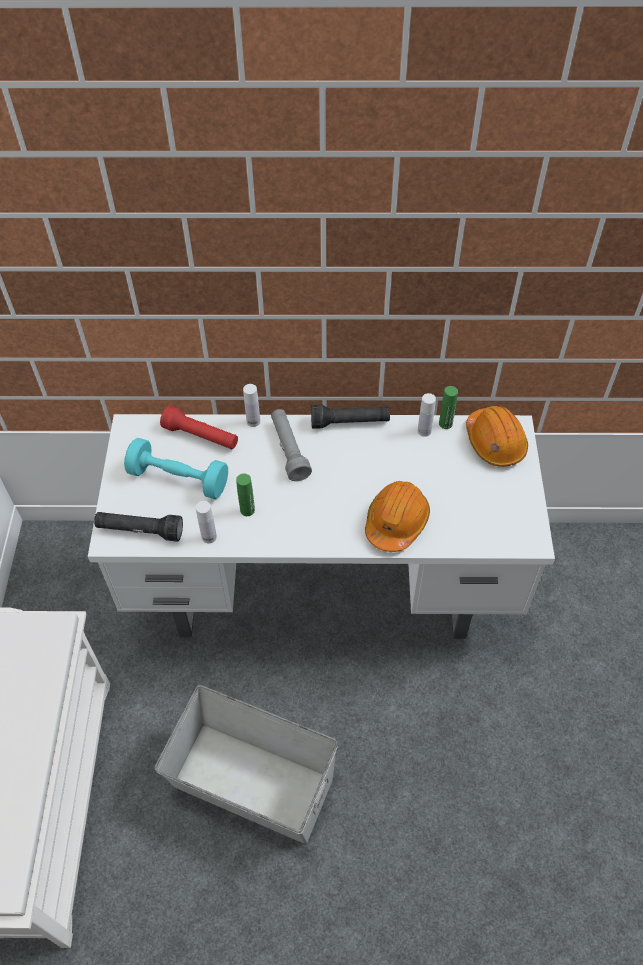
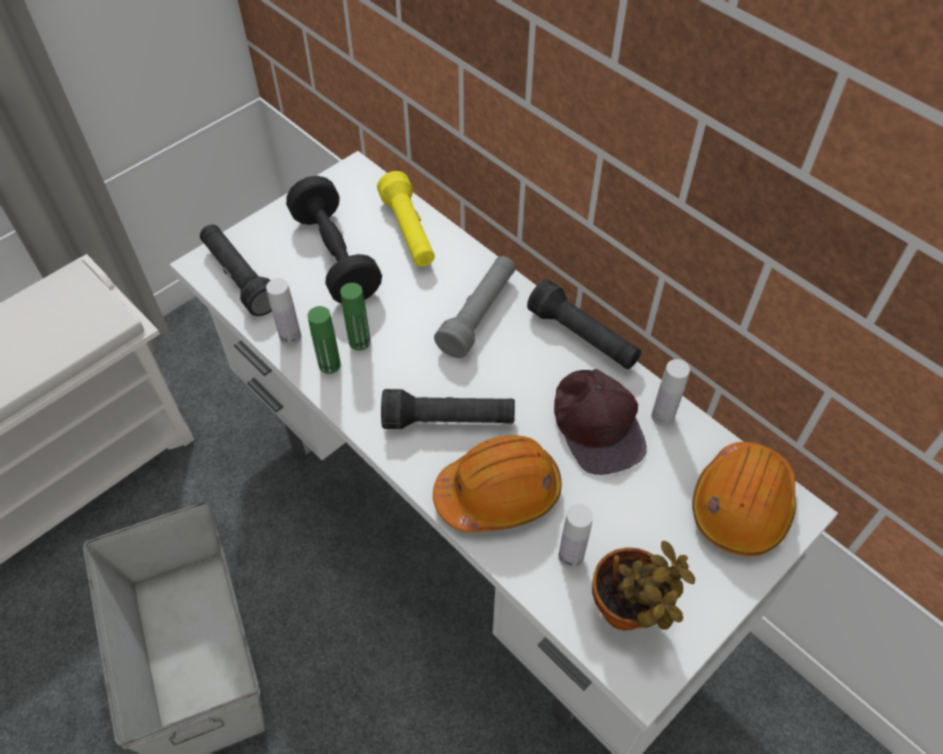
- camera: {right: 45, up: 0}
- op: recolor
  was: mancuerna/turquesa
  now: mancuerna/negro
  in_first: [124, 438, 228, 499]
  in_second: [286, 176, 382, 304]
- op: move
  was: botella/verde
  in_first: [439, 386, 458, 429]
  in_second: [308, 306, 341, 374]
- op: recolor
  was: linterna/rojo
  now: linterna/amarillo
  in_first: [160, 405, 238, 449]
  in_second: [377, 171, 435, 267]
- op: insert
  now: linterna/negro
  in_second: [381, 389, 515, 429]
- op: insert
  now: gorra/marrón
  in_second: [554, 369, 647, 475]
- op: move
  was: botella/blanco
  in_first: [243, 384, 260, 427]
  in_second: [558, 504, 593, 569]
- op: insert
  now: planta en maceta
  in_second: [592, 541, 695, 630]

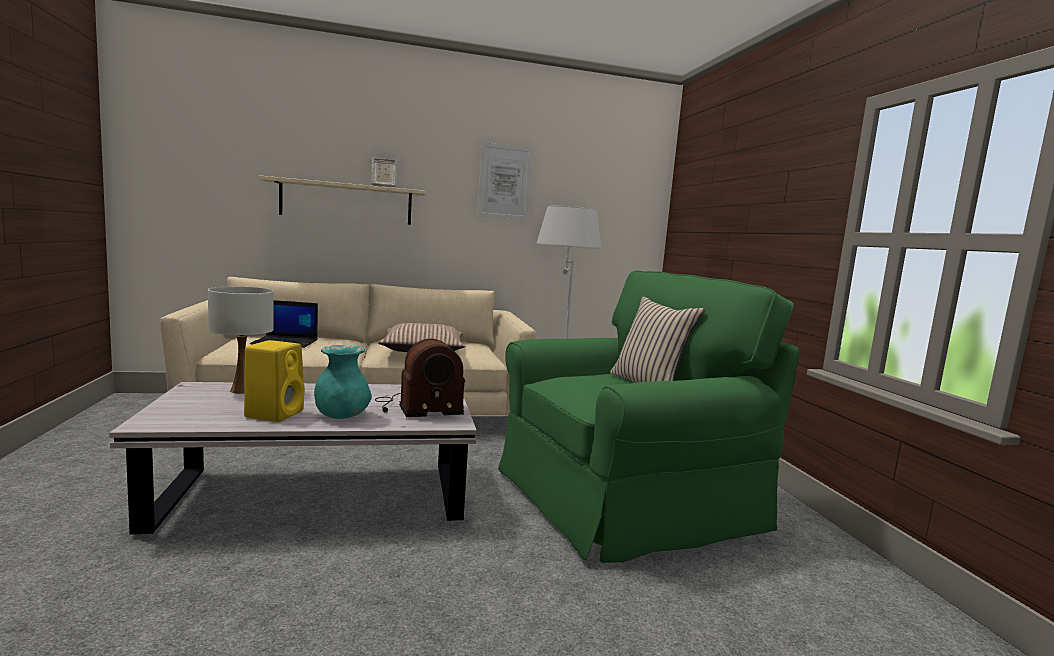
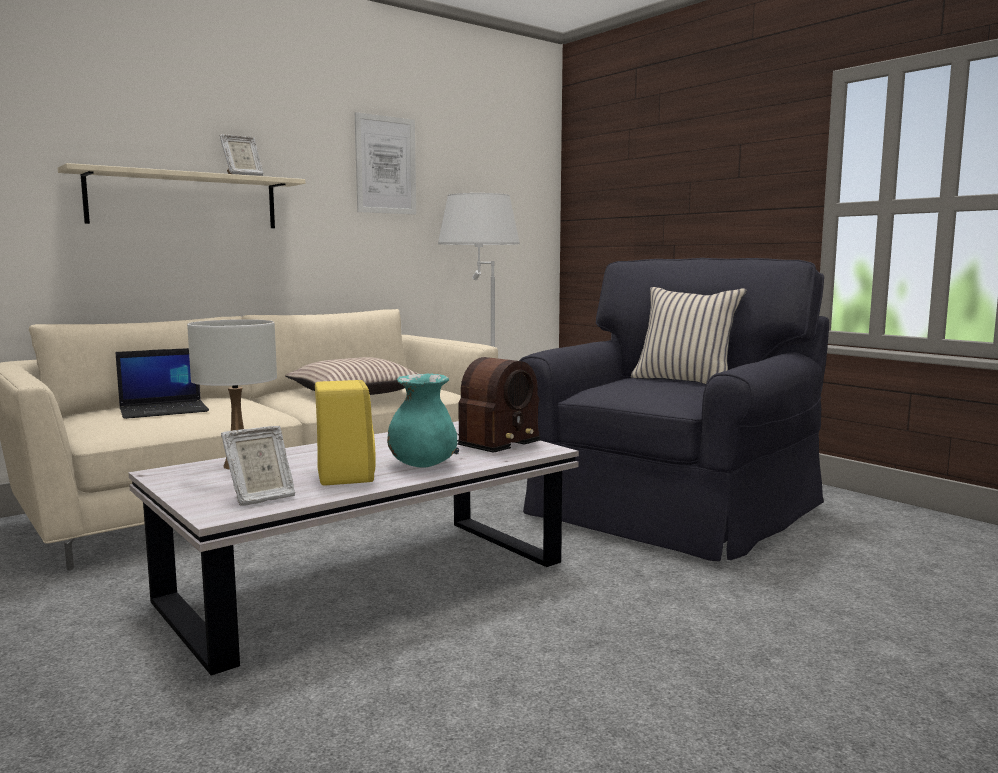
- camera: {right: -25, up: 0}
- op: insert
  now: portarretratos
  in_second: [221, 426, 295, 506]
- op: recolor
  was: sillón/verde
  now: sillón/negro
  in_first: [498, 270, 799, 563]
  in_second: [519, 258, 829, 561]

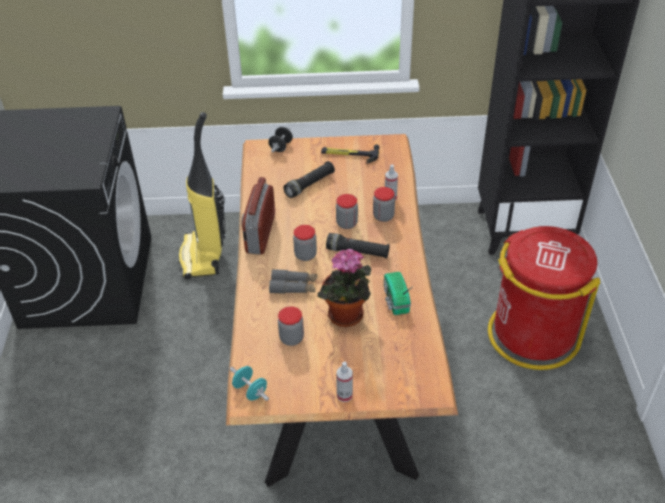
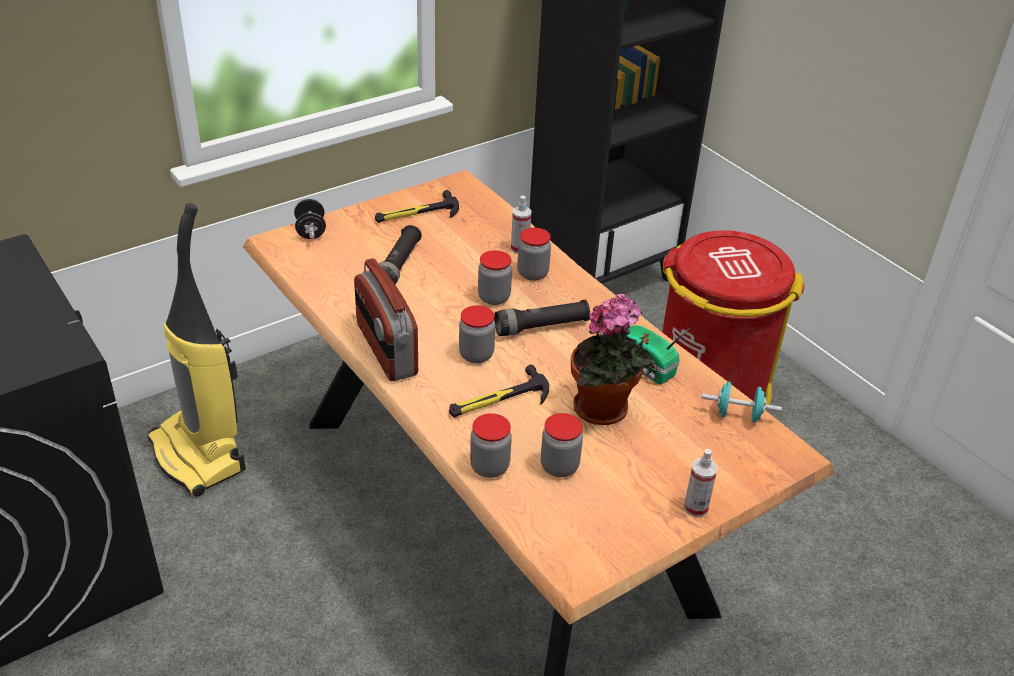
- camera: {right: -35, up: -5}
- op: replace
  was: prismáticos/gris
  now: martillo
  in_first: [269, 269, 317, 294]
  in_second: [449, 365, 549, 418]
- op: insert
  now: tarro
  in_second: [470, 413, 512, 478]
- op: move
  was: mancuerna/turquesa
  in_first: [230, 366, 269, 401]
  in_second: [701, 382, 782, 423]

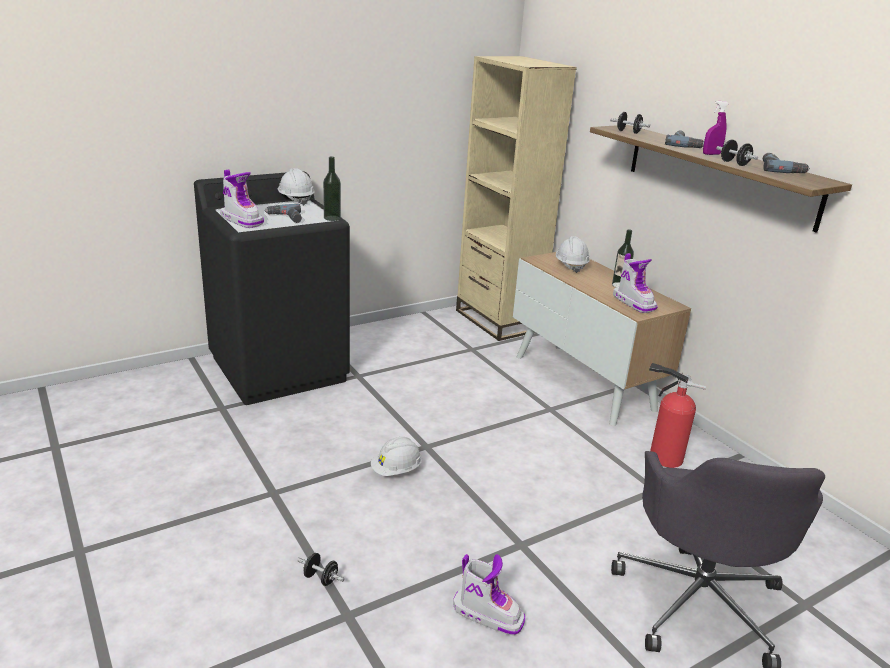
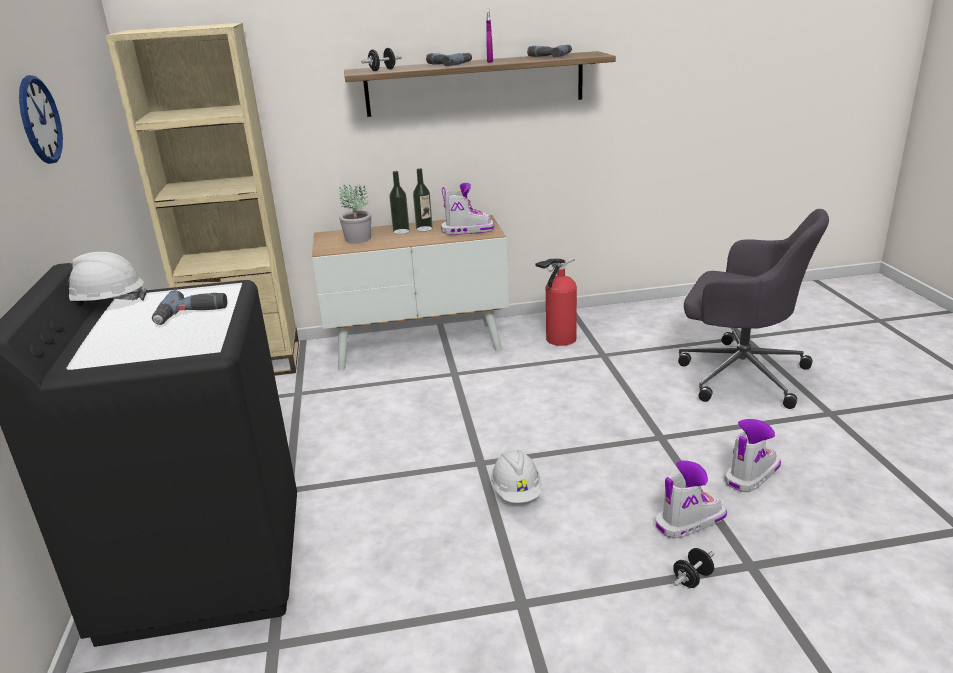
- camera: {right: -65, up: 0}
- op: insert
  now: reloj de pared
  in_second: [19, 75, 63, 164]
- op: replace
  was: casco/blanco
  now: planta en maceta
  in_first: [556, 236, 590, 273]
  in_second: [339, 185, 371, 243]
- op: move
  was: botella
  in_first: [323, 156, 341, 221]
  in_second: [389, 171, 410, 234]
- op: move
  was: bota
  in_first: [220, 169, 264, 228]
  in_second: [655, 461, 727, 539]
- op: delete
  was: mancuerna/negro
  in_first: [716, 140, 758, 166]

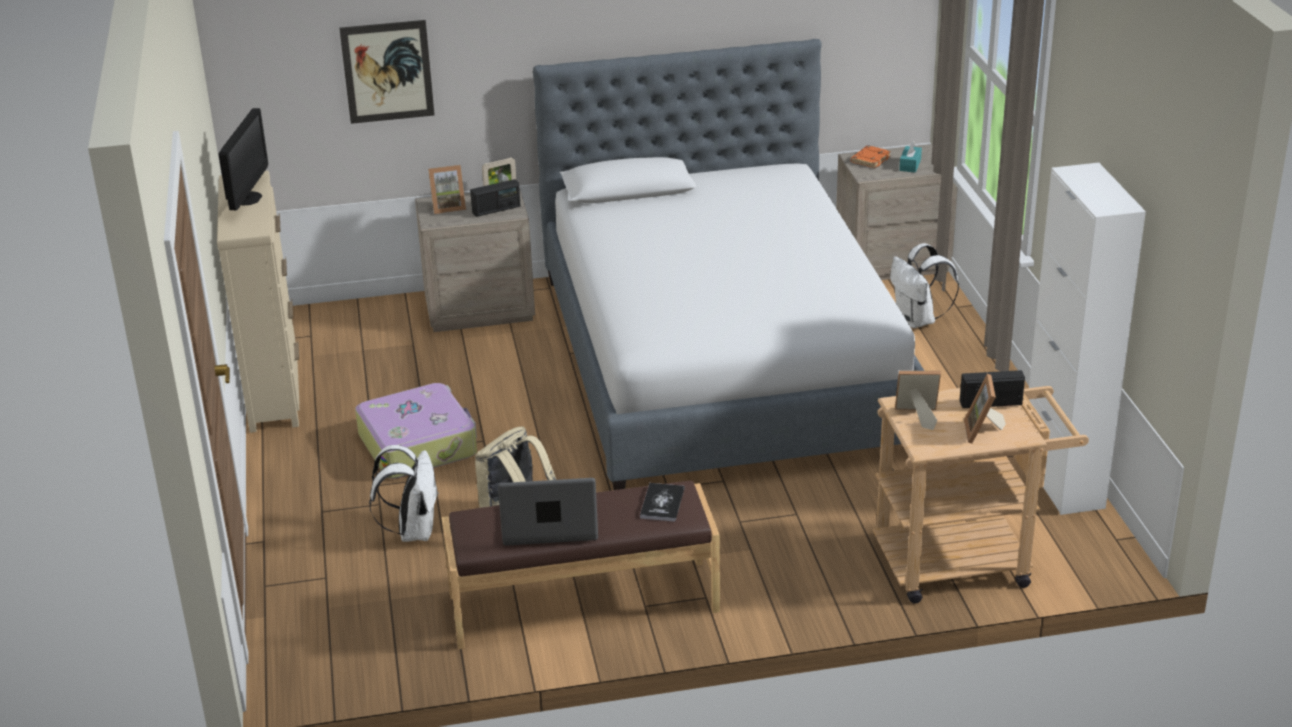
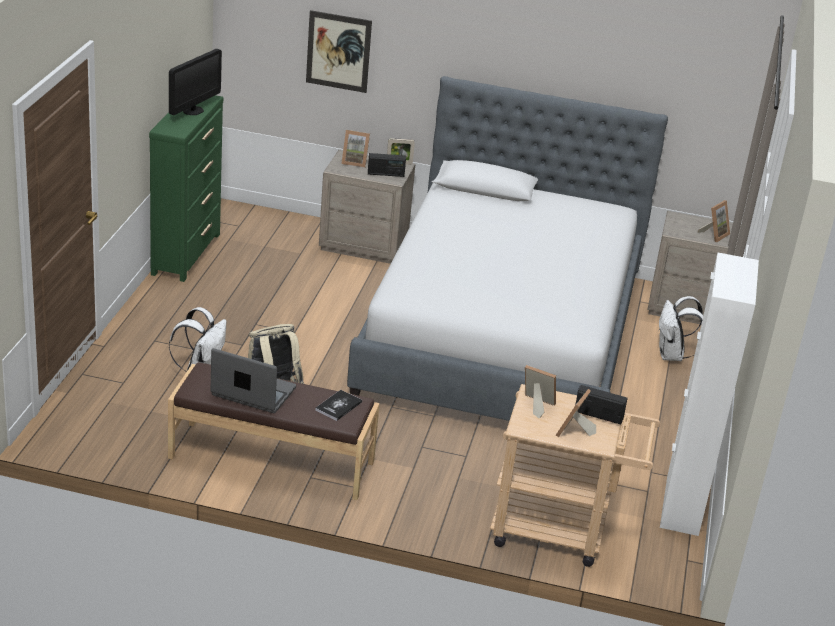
- camera: {right: 20, up: 0}
- op: recolor
  was: cómoda/beis
  now: cómoda/verde
  in_first: [217, 171, 300, 433]
  in_second: [149, 95, 223, 282]
- op: replace
  was: caja de pañuelos/turquesa
  now: portarretratos
  in_first: [899, 141, 922, 173]
  in_second: [697, 200, 730, 242]
- op: delete
  was: maleta
  in_first: [355, 383, 477, 479]
- op: delete
  was: libro/naranja
  in_first: [851, 146, 891, 168]

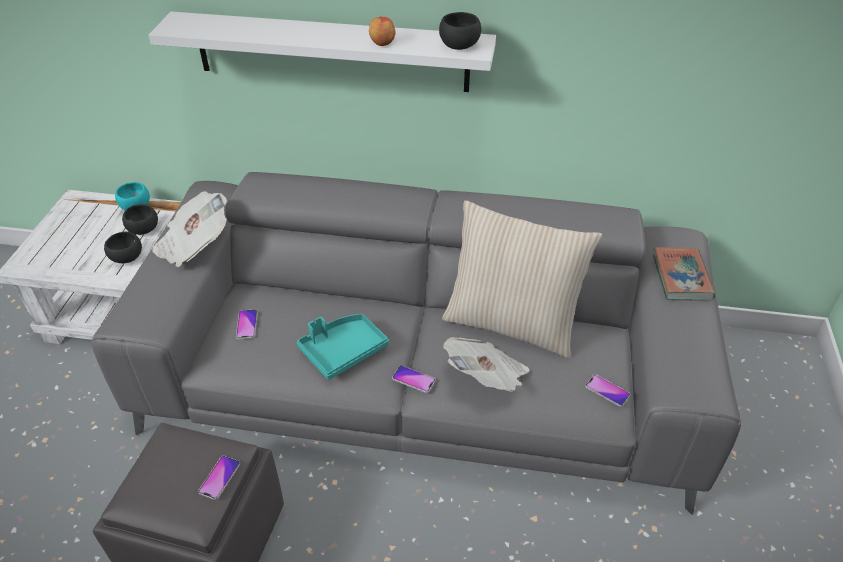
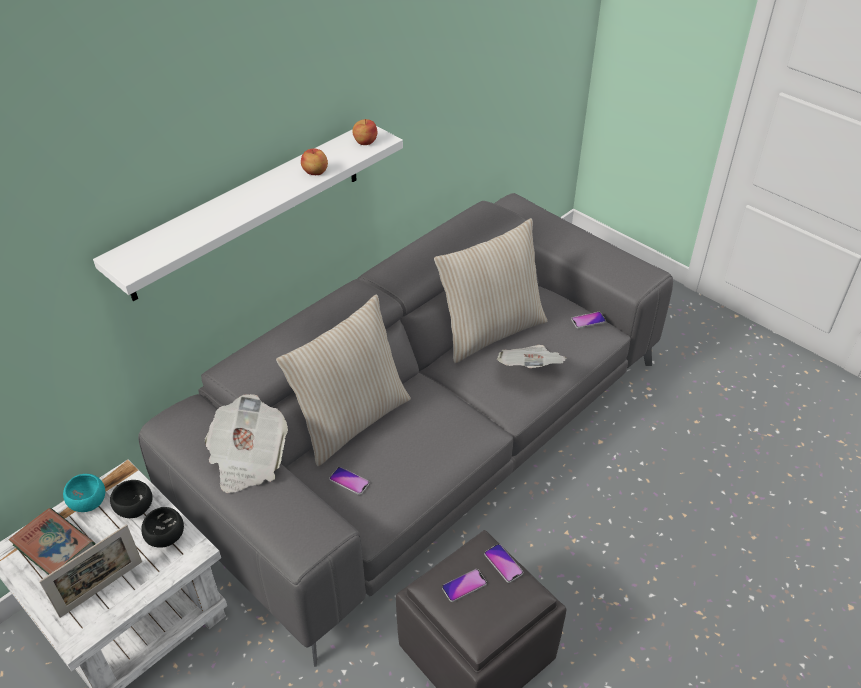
- camera: {right: -55, up: 0}
- op: move
  was: libro
  in_first: [653, 247, 716, 300]
  in_second: [9, 508, 96, 575]
- op: insert
  now: portarretratos
  in_second: [39, 524, 142, 618]
- op: insert
  now: cojín/beis
  in_second: [276, 294, 411, 466]
- op: replace
  was: cuenco/negro
  now: manzana
  in_first: [439, 12, 481, 50]
  in_second: [352, 119, 377, 145]
- op: move
  was: móvil
  in_first: [392, 365, 435, 393]
  in_second: [442, 569, 487, 602]
- op: delete
  was: bandeja/turquesa
  in_first: [297, 314, 389, 380]

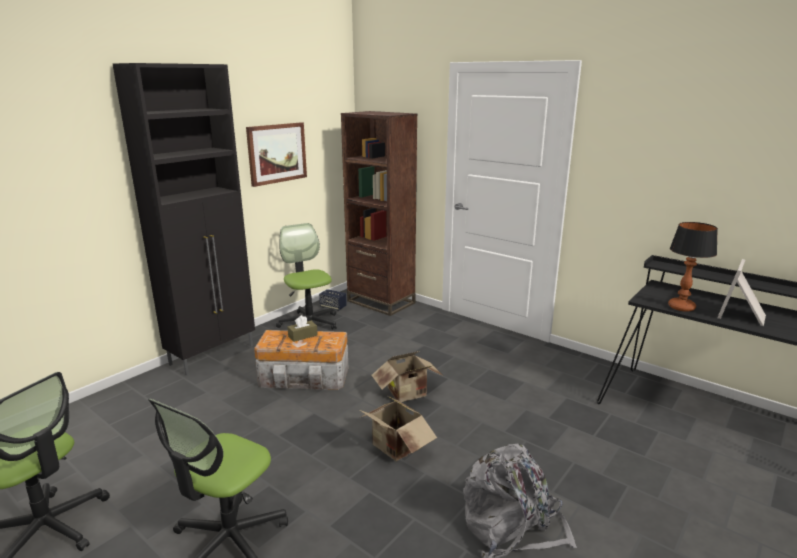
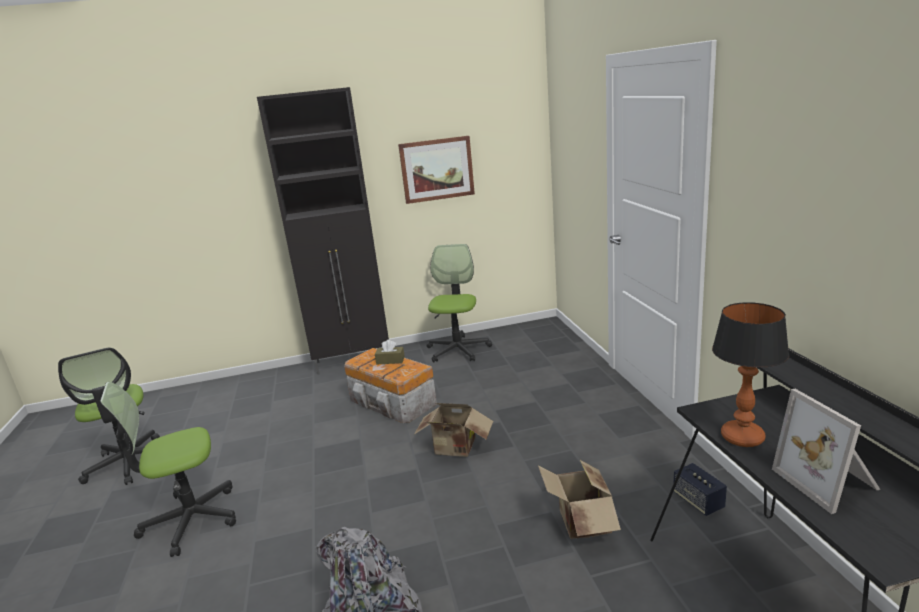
- camera: {right: 40, up: 0}
- op: move
  was: caja de cartón
  in_first: [360, 395, 437, 461]
  in_second: [538, 460, 621, 539]
- op: move
  was: altavoz
  in_first: [319, 289, 347, 311]
  in_second: [673, 463, 727, 516]
- op: rotate
  was: portarretratos
  in_first: [718, 259, 766, 326]
  in_second: [772, 389, 881, 514]
  clockwise: -90
- op: delete
  was: estantería/marrón
  in_first: [341, 111, 418, 316]

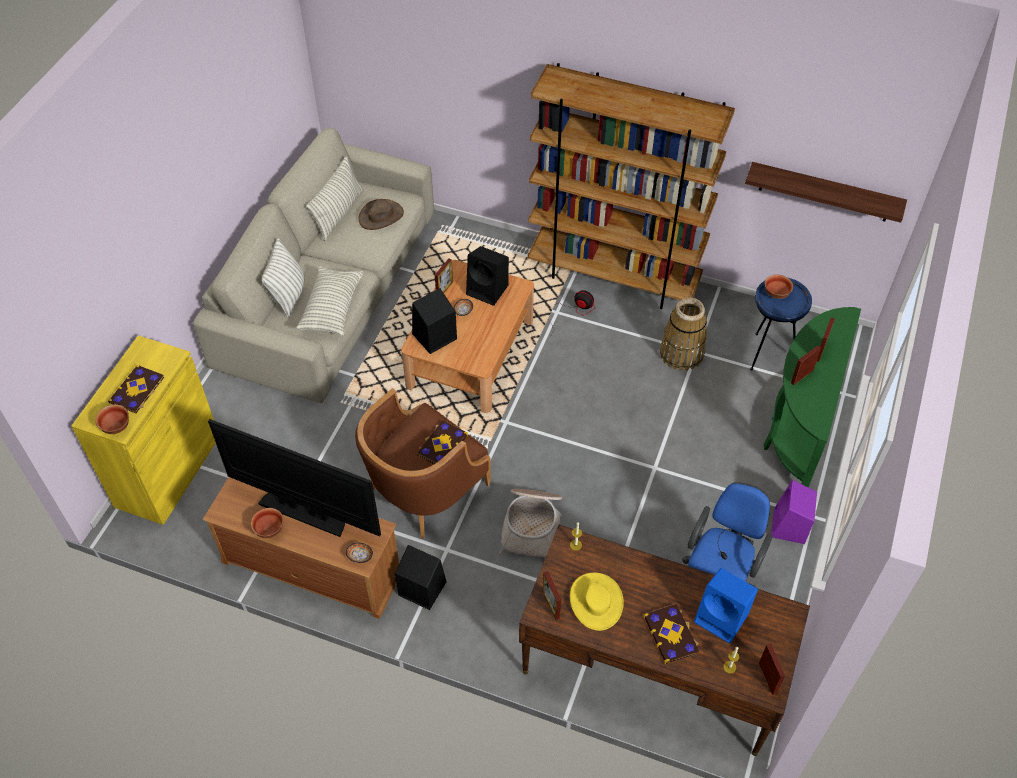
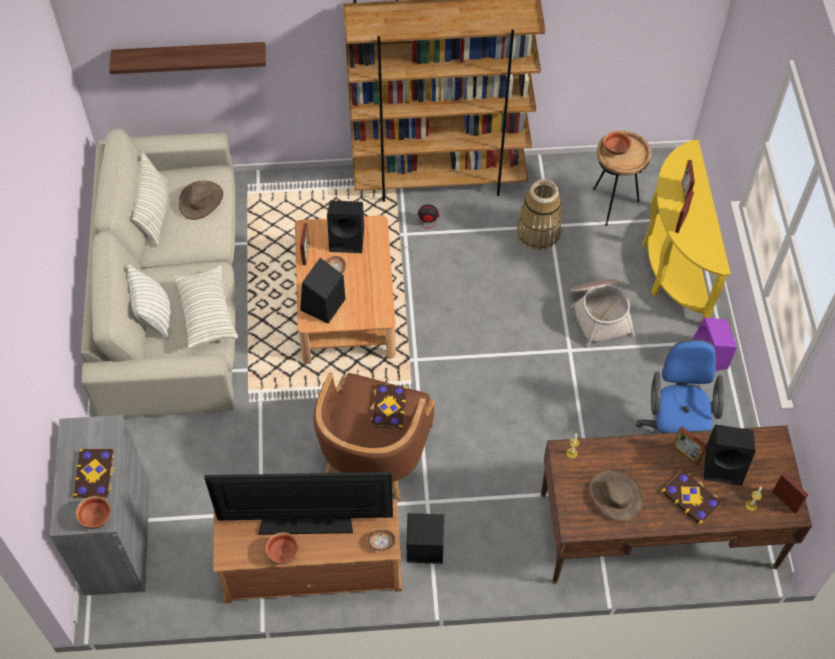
- camera: {right: -25, up: 5}
- op: recolor
  was: armario/amarillo
  now: armario/gris
  in_first: [71, 335, 216, 525]
  in_second: [50, 415, 150, 596]
- op: move
  was: estante
  in_first: [745, 162, 907, 223]
  in_second: [109, 42, 266, 74]
- op: move
  was: cesta
  in_first: [499, 489, 562, 557]
  in_second: [571, 279, 635, 348]
- op: recolor
  was: sombrero/amarillo
  now: sombrero/marrón
  in_first: [570, 573, 624, 631]
  in_second: [589, 469, 643, 522]
- op: recolor
  was: mesa auxiliar/azul
  now: mesa auxiliar/marrón
  in_first: [750, 278, 812, 370]
  in_second: [593, 131, 651, 226]
- op: recolor
  was: mesa consola/verde
  now: mesa consola/amarillo
  in_first: [764, 307, 861, 488]
  in_second: [642, 140, 731, 320]
- op: move
  was: portarretratos
  in_first: [543, 571, 562, 620]
  in_second: [672, 426, 707, 465]
- op: recolor
  was: altavoz/azul
  now: altavoz/negro
  in_first: [694, 568, 758, 644]
  in_second: [704, 425, 756, 485]

